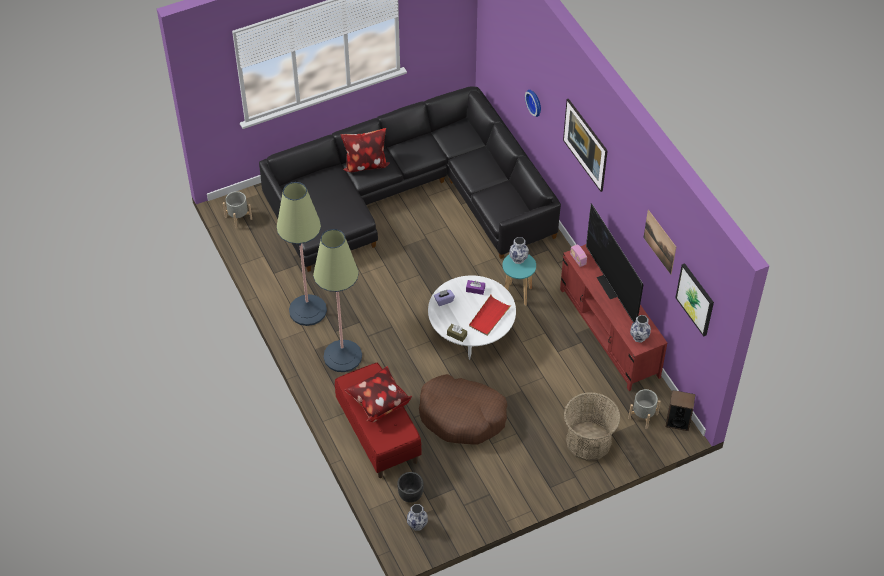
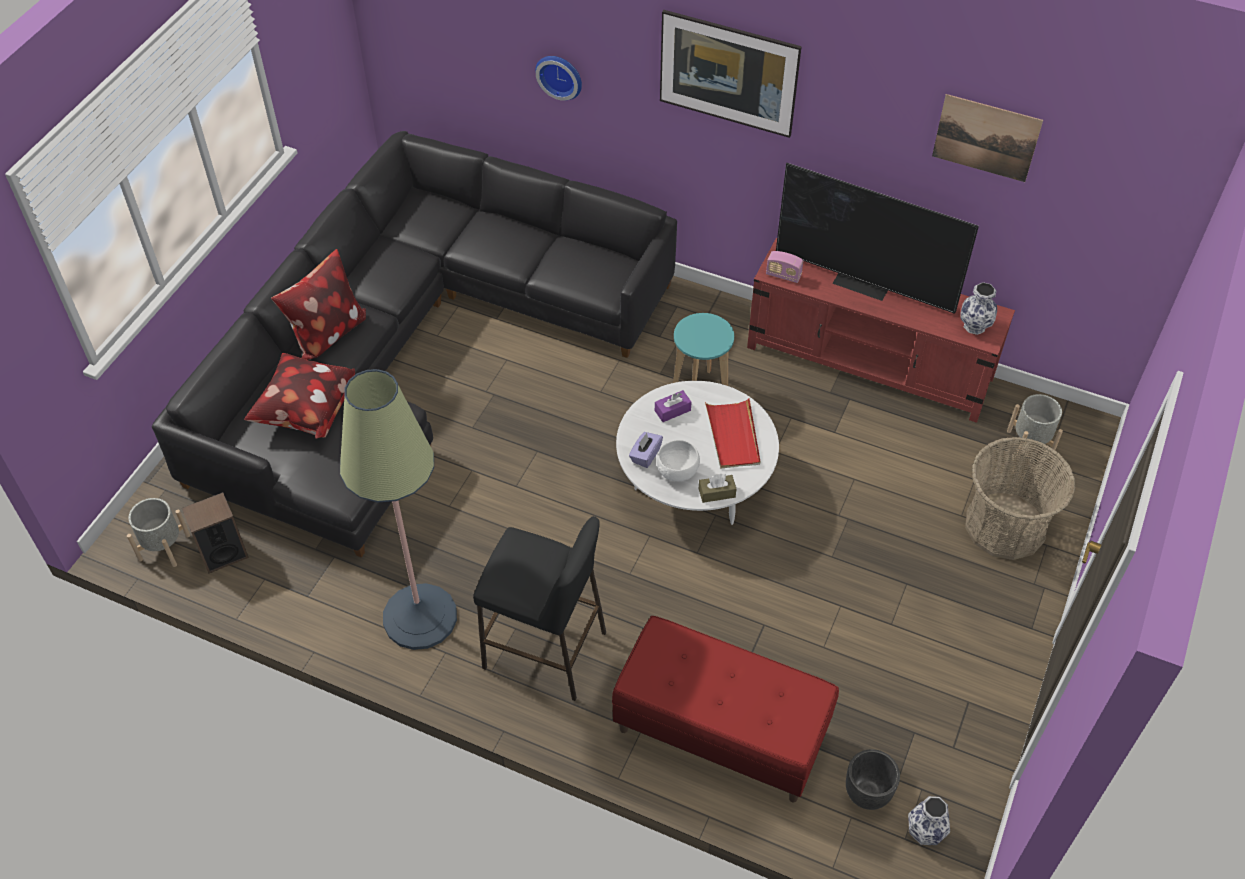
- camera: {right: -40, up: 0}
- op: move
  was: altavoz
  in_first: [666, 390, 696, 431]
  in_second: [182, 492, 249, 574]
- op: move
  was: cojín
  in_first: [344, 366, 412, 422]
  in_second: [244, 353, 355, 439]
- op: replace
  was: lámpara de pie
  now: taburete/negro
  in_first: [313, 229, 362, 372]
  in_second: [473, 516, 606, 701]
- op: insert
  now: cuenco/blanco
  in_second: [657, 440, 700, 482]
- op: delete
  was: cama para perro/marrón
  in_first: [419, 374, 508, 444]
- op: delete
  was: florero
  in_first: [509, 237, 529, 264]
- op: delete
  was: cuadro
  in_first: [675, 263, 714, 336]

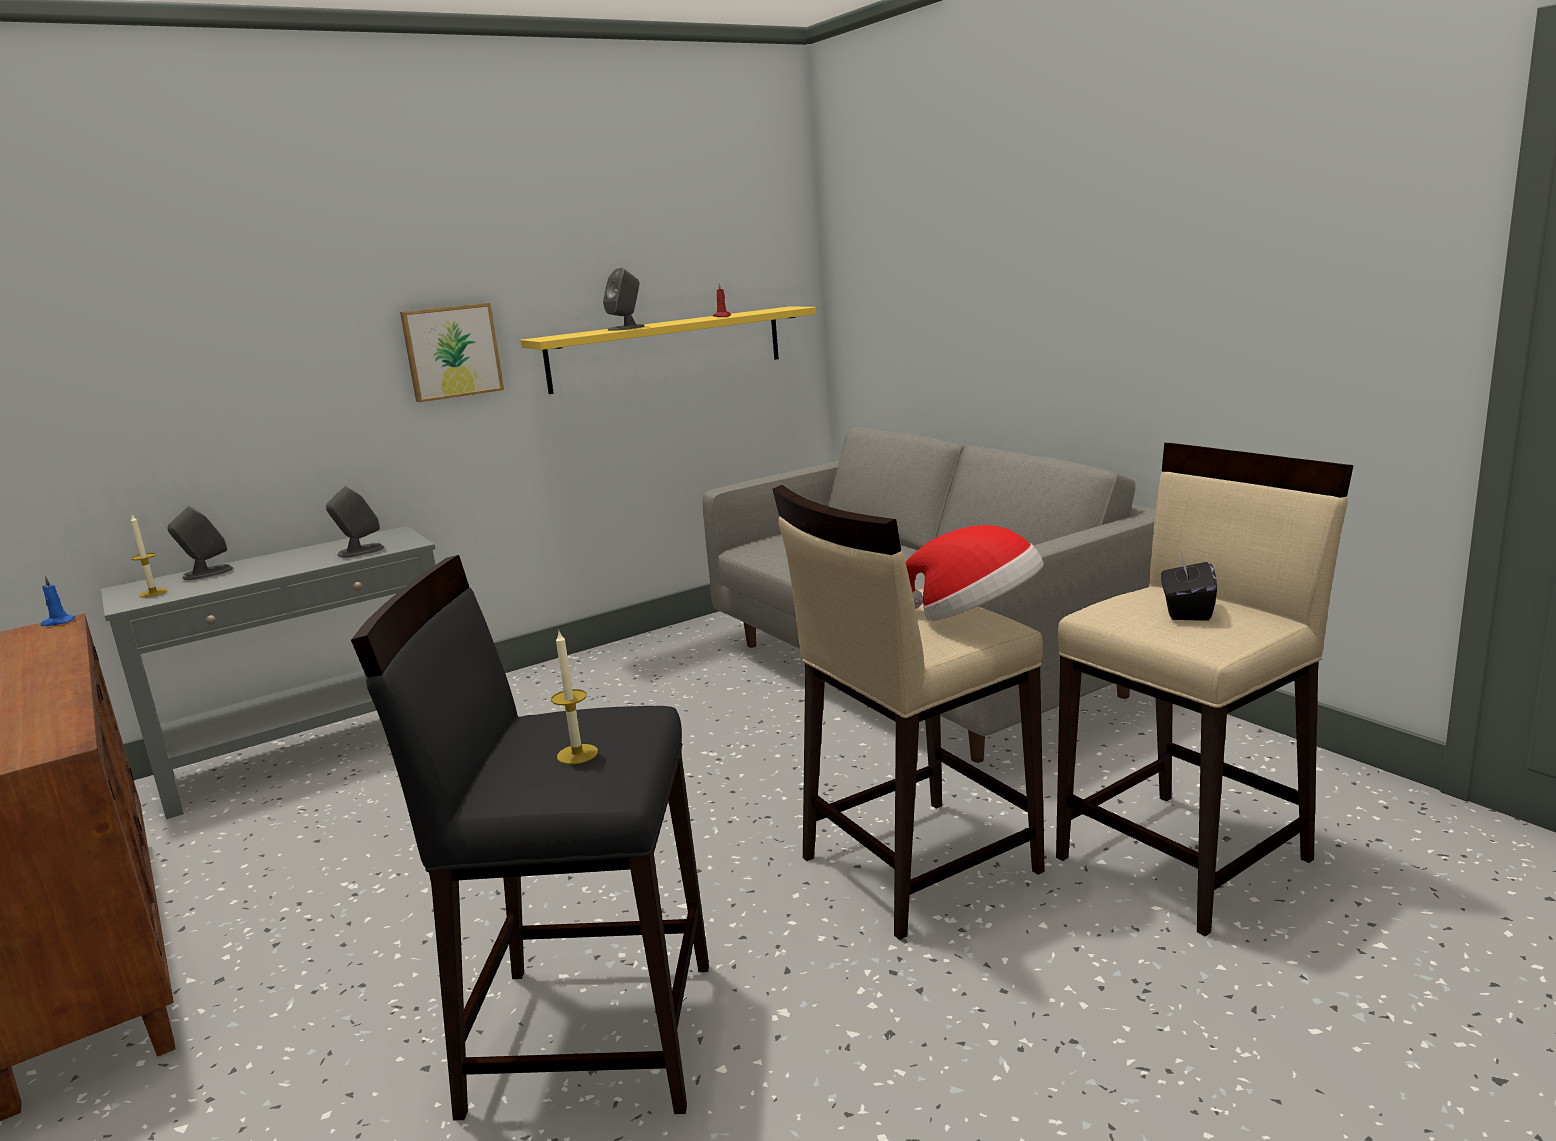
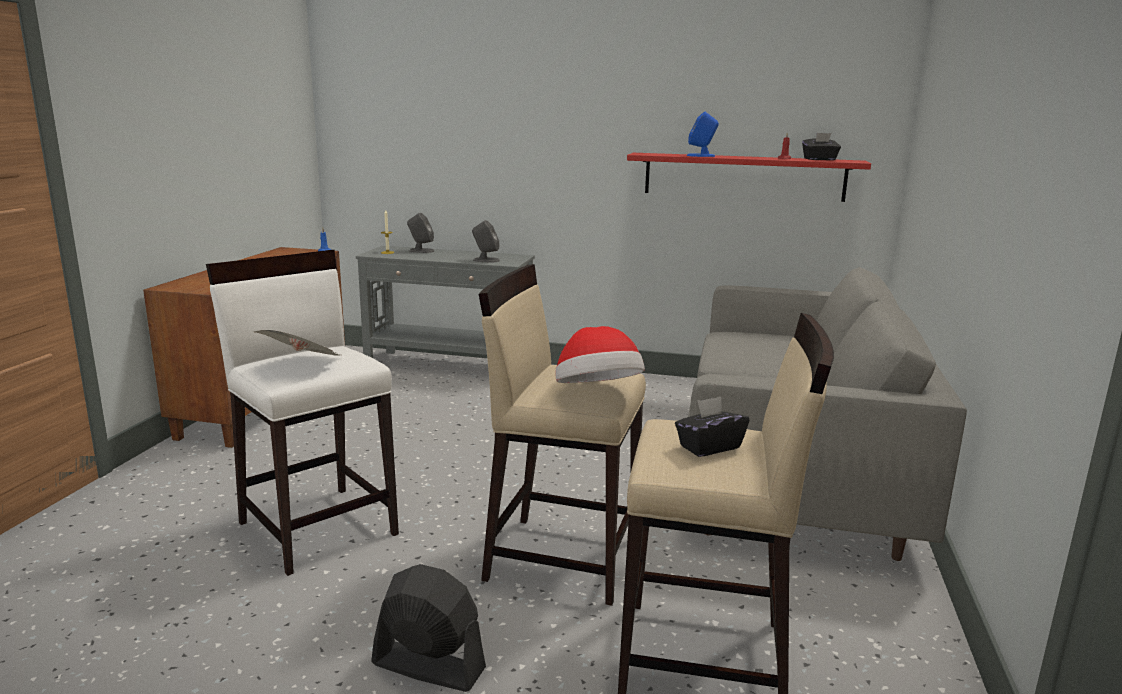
- camera: {right: 45, up: 0}
- op: recolor
  was: taburete/negro
  now: taburete/blanco
  in_first: [351, 555, 709, 1120]
  in_second: [206, 250, 399, 576]
- op: replace
  was: vela
  now: periódico
  in_first: [551, 629, 598, 764]
  in_second: [254, 330, 339, 356]
- op: insert
  now: ventilador/negro
  in_second: [371, 564, 486, 692]
- op: recolor
  was: estante/amarillo
  now: estante/rojo
  in_first: [520, 306, 816, 394]
  in_second: [627, 153, 871, 202]
- op: recolor
  was: altavoz/gris
  now: altavoz/azul
  in_first: [603, 268, 645, 331]
  in_second: [687, 112, 719, 157]
- op: insert
  now: caja de pañuelos/negro
  in_second: [802, 133, 841, 160]
- op: delete
  was: cuadro
  in_first: [400, 303, 504, 402]

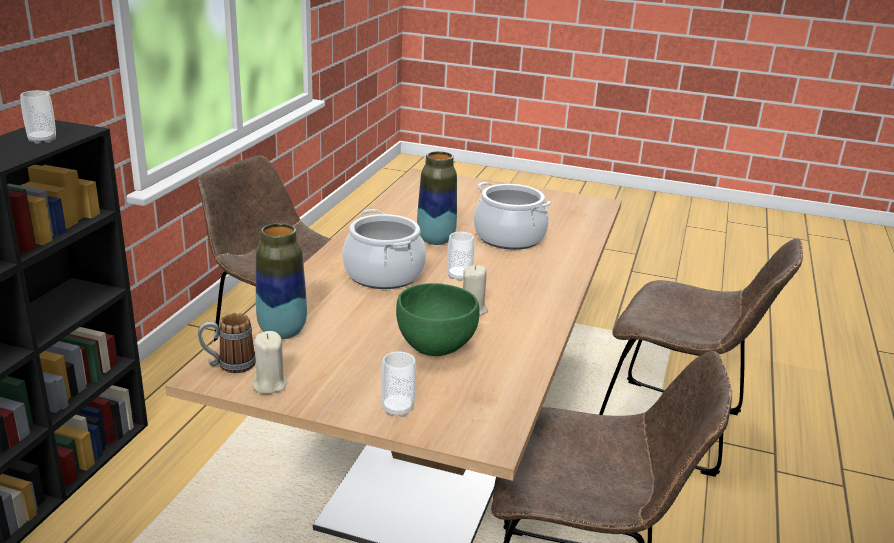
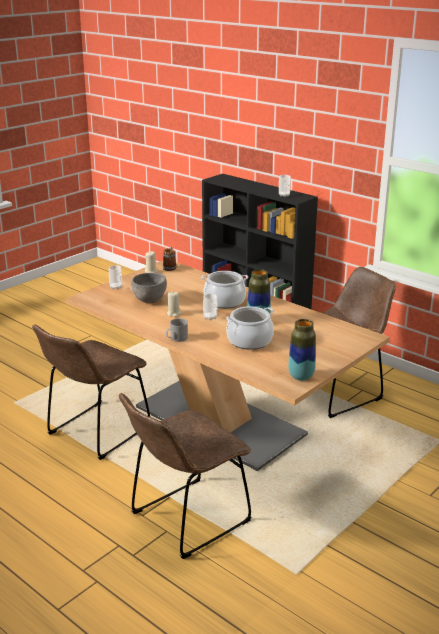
- camera: {right: 115, up: 0}
- op: recolor
  was: cuenco/verde
  now: cuenco/gris
  in_first: [396, 283, 480, 356]
  in_second: [131, 273, 167, 303]
- op: insert
  now: taza grande/gris
  in_second: [166, 318, 188, 342]
- op: move
  was: florero
  in_first: [256, 223, 307, 339]
  in_second: [288, 319, 316, 381]

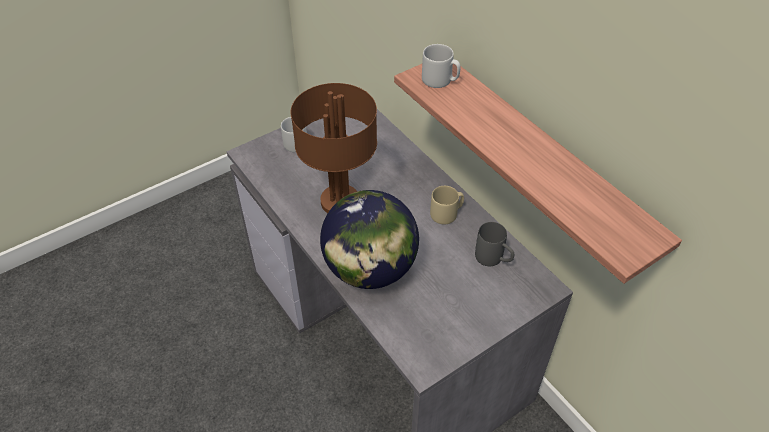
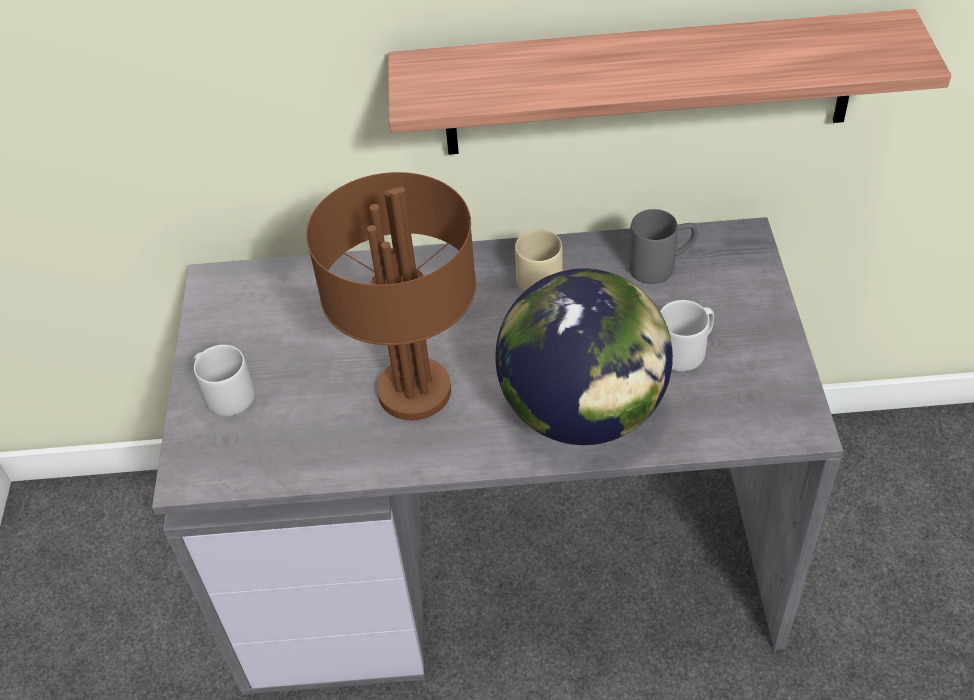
- camera: {right: -55, up: 0}
- op: move
  was: taza grande/gris
  in_first: [422, 44, 460, 88]
  in_second: [660, 300, 714, 371]

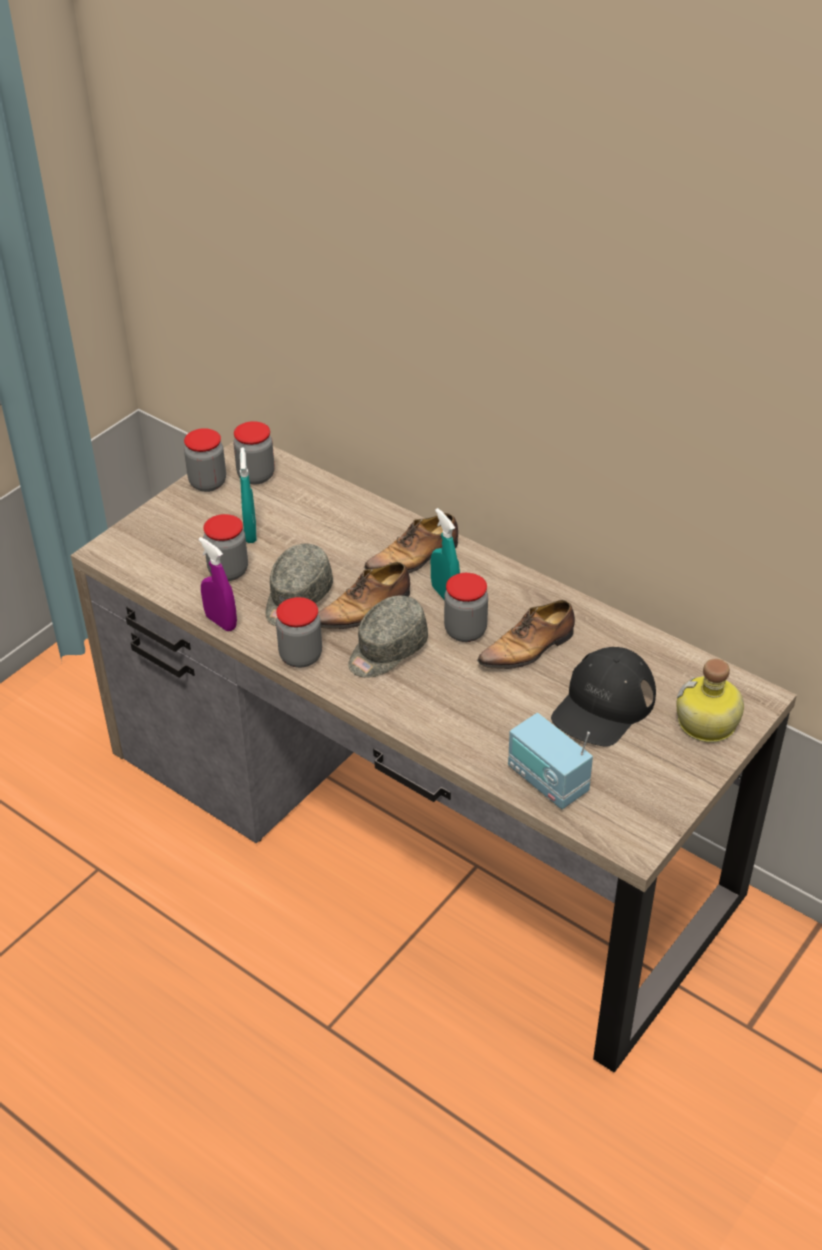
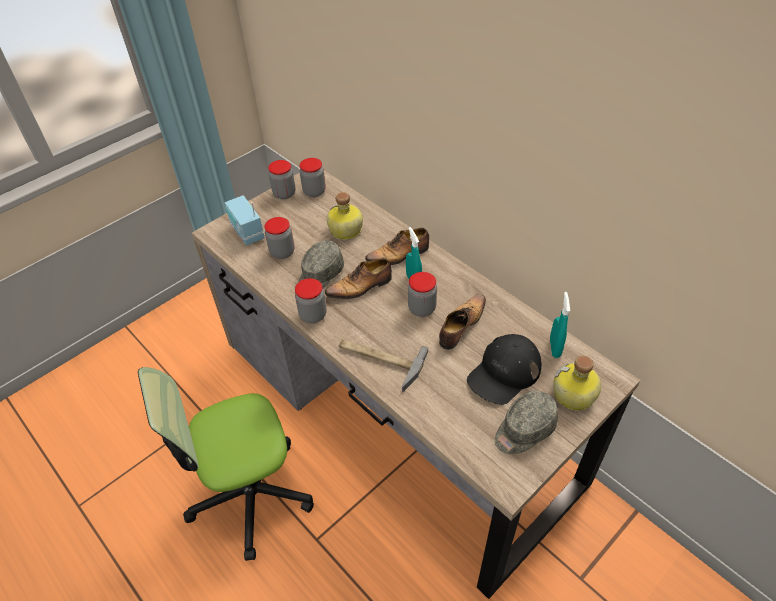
- camera: {right: 10, up: 5}
- op: insert
  now: silla de oficina
  in_second: [138, 367, 314, 561]
- op: move
  was: radio
  in_first: [508, 713, 593, 809]
  in_second: [225, 195, 265, 246]
- op: insert
  now: botella
  in_second: [327, 192, 363, 240]
- op: insert
  now: martillo
  in_second: [339, 339, 428, 392]
- op: rotate
  was: zapato
  in_first: [477, 600, 575, 669]
  in_second: [439, 294, 486, 350]
  clockwise: 150
- op: move
  was: gorra/gris
  in_first: [348, 595, 428, 678]
  in_second: [495, 391, 558, 454]
- op: move
  was: pulverizador/turquesa
  in_first: [240, 447, 256, 543]
  in_second: [550, 292, 570, 358]
- op: delete
  was: pulverizador/morado
  in_first: [198, 537, 237, 631]

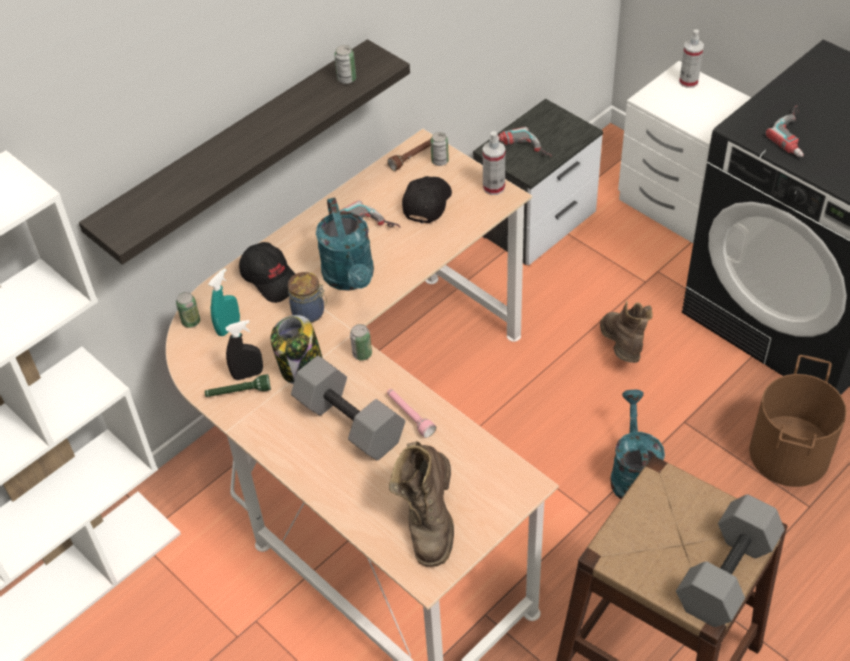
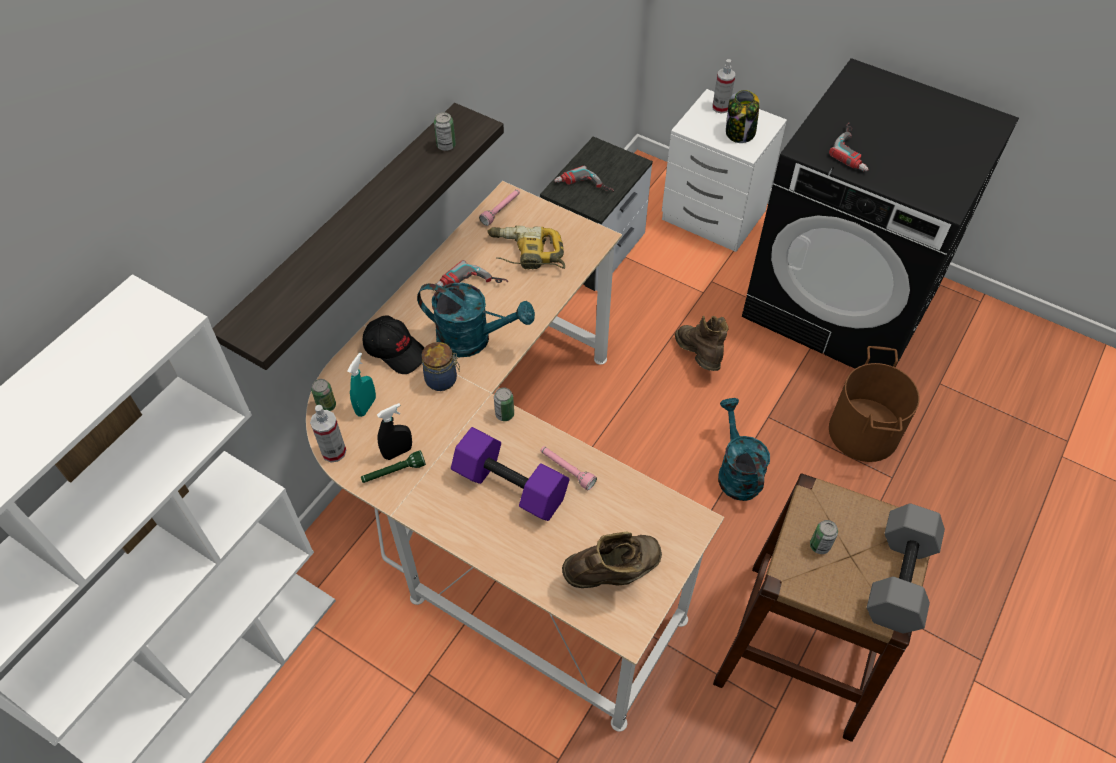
- camera: {right: -15, up: 5}
- op: move
  was: pulverizador
  in_first: [483, 131, 505, 195]
  in_second: [310, 405, 346, 463]
- op: rotate
  was: regadera/turquesa
  in_first: [316, 197, 374, 291]
  in_second: [417, 283, 535, 357]
  clockwise: -45
- op: recolor
  was: mancuerna/gris
  now: mancuerna/morado
  in_first: [291, 356, 405, 460]
  in_second: [451, 427, 570, 521]
- op: recolor
  was: linterna/marrón
  now: linterna/rosa
  in_first: [388, 139, 431, 171]
  in_second: [479, 189, 520, 226]
- op: replace
  was: gorra/negro
  now: taladro
  in_first: [402, 176, 452, 223]
  in_second: [487, 226, 565, 269]
- op: rotate
  was: bota/marrón
  in_first: [389, 441, 454, 567]
  in_second: [562, 532, 662, 588]
  clockwise: -105
- op: move
  was: tarro
  in_first: [270, 315, 323, 384]
  in_second: [726, 90, 760, 143]
- op: move
  was: lata
  in_first: [430, 132, 449, 166]
  in_second: [810, 520, 838, 554]

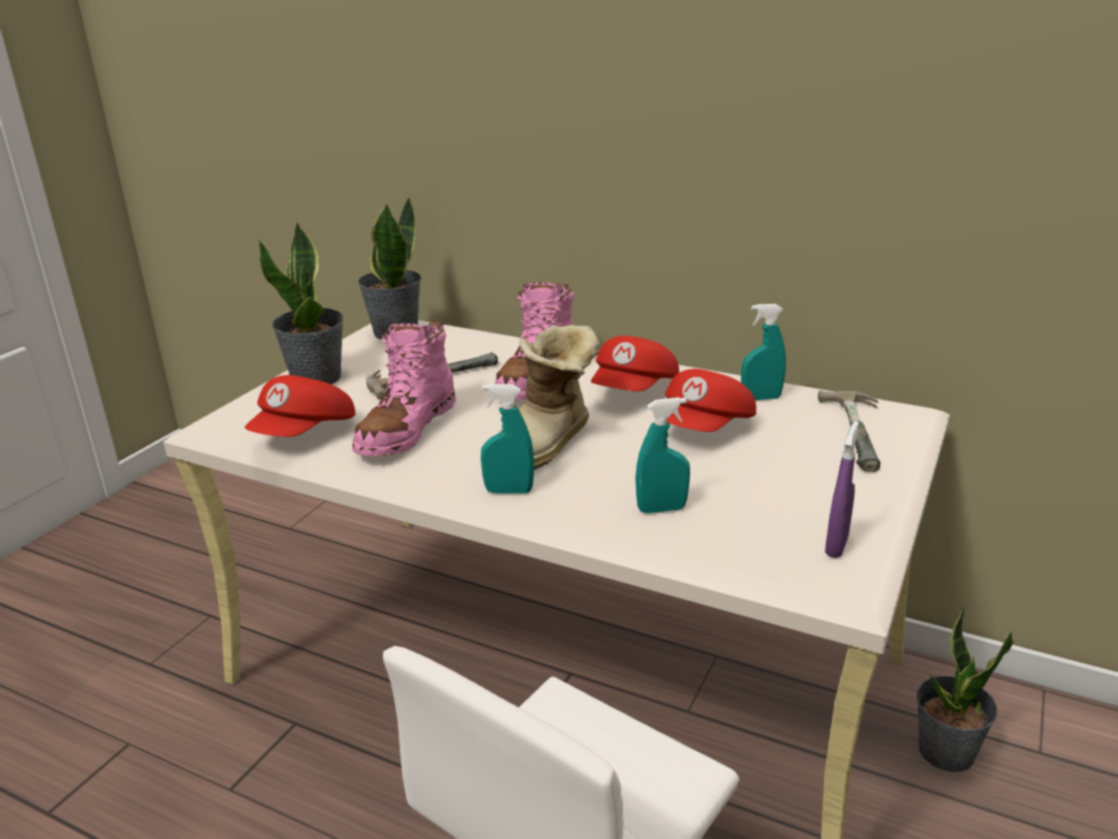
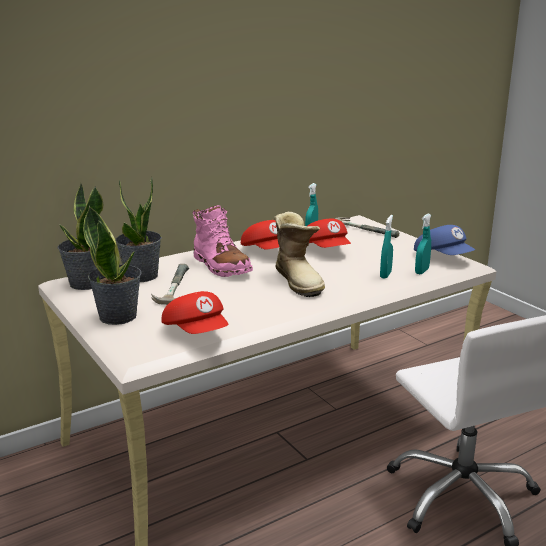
- camera: {right: -60, up: -5}
- op: move
  was: planta en maceta
  in_first: [917, 605, 1014, 772]
  in_second: [116, 177, 162, 282]
- op: replace
  was: pulverizador/morado
  now: gorra/azul
  in_first: [825, 421, 859, 558]
  in_second: [414, 225, 475, 255]
- op: move
  was: pulverizador/turquesa
  in_first: [481, 384, 534, 494]
  in_second: [415, 214, 431, 274]
- op: delete
  was: bota/rosa
  in_first: [352, 322, 456, 456]

